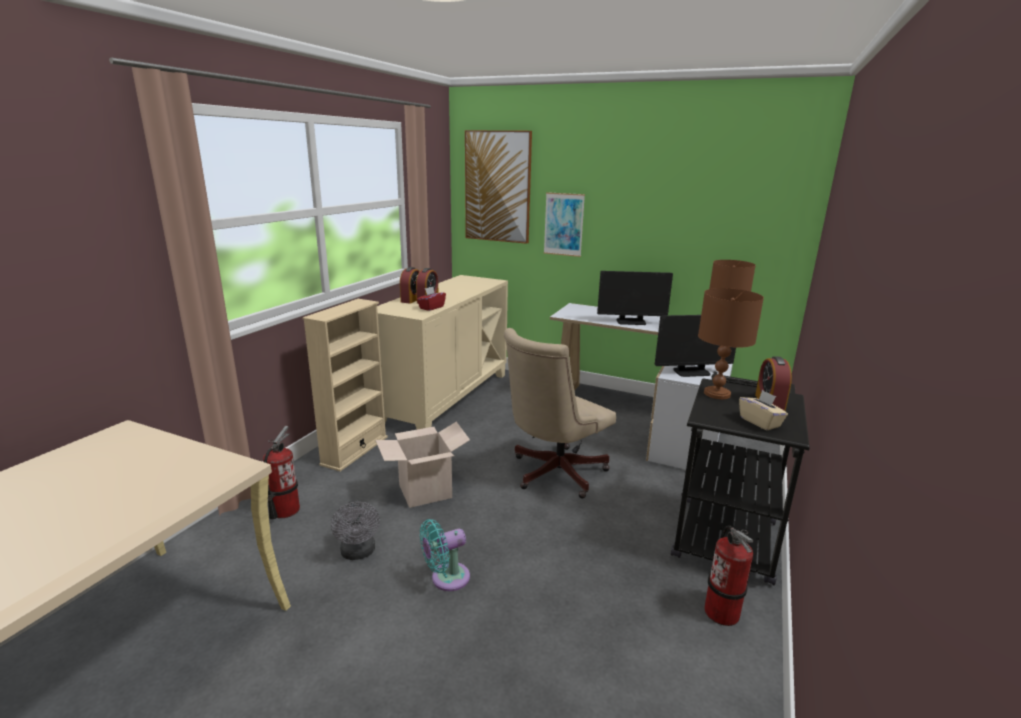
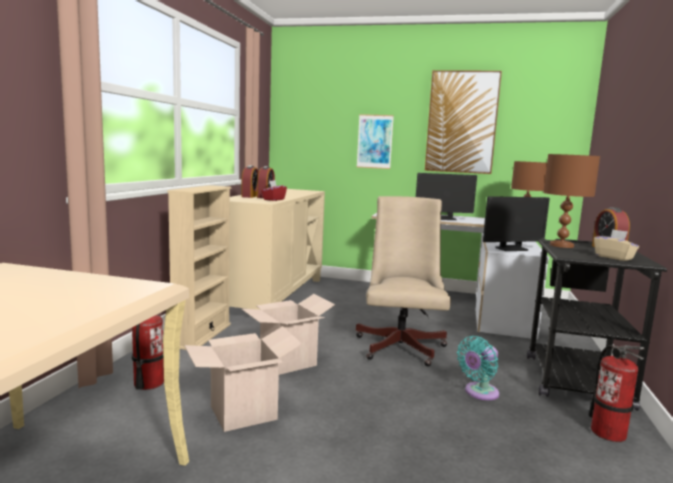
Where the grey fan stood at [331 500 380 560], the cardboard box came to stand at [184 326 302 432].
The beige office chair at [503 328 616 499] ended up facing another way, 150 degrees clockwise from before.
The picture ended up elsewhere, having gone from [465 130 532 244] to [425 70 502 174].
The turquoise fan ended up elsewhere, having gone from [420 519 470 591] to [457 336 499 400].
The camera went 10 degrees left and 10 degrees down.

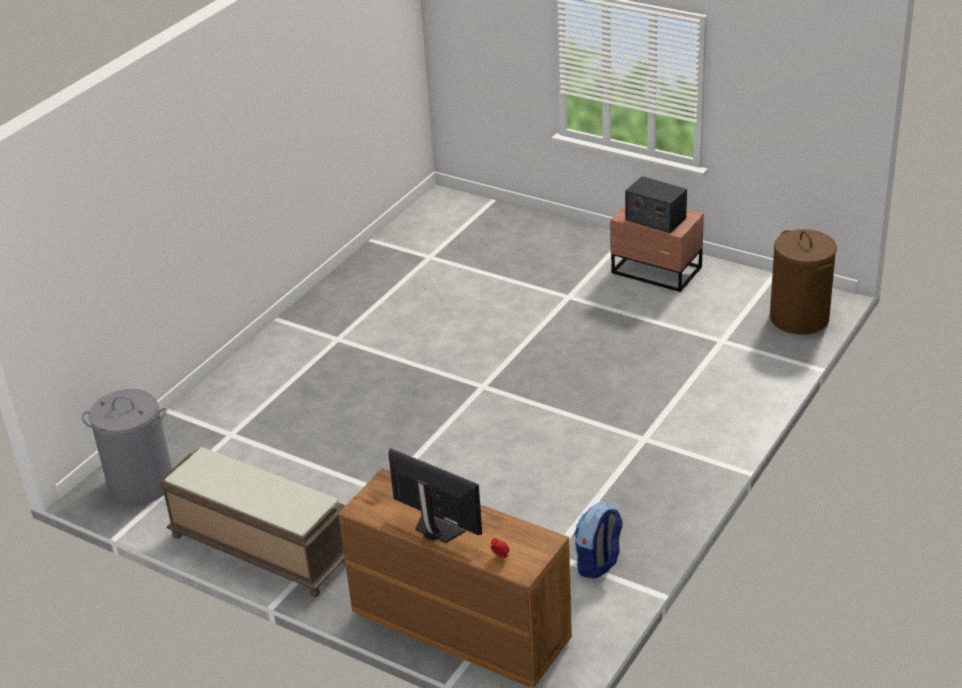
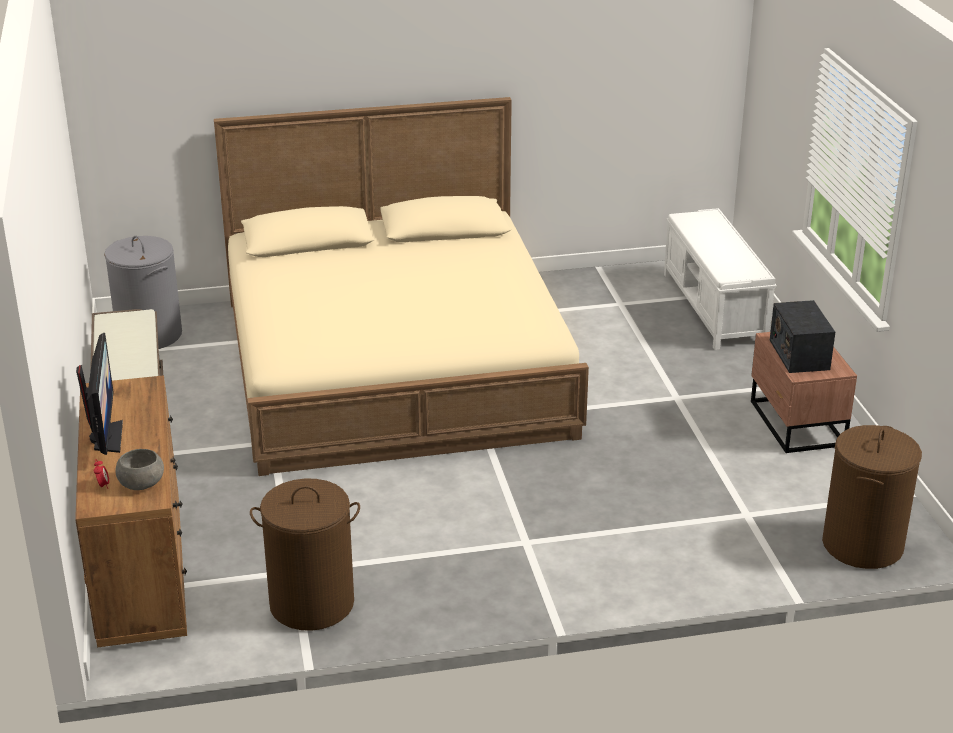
The second view gained the grey bowl at [115 449 164 490].
The second view gained the beige bed at [214 97 589 476].
Where the backpack stood at [574 501 623 578], the brown laundry basket came to stand at [250 478 360 631].
The second view gained the white bench at [664 208 777 350].
The camera went 45 degrees right and 5 degrees down.

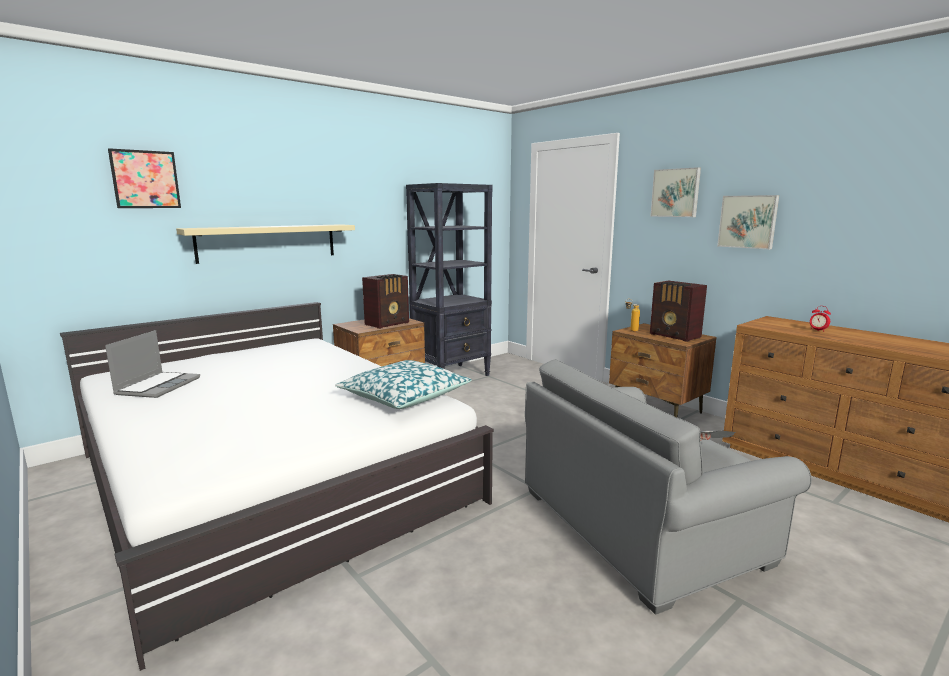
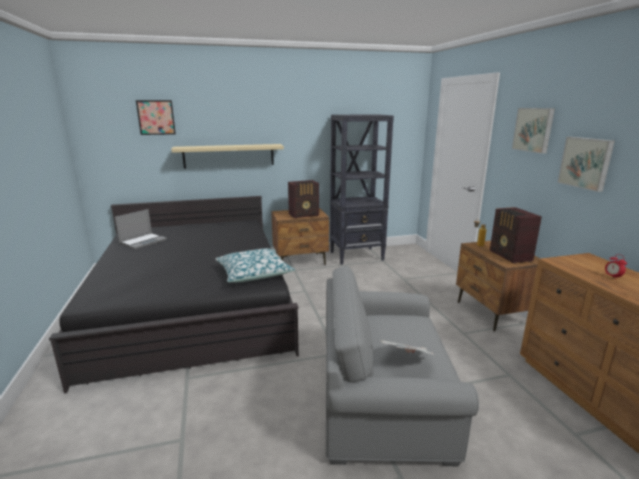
What was the white bed at [60 302 493 671] turned into the black bed at [49 196 299 394].
The camera went 25 degrees right and 5 degrees up.

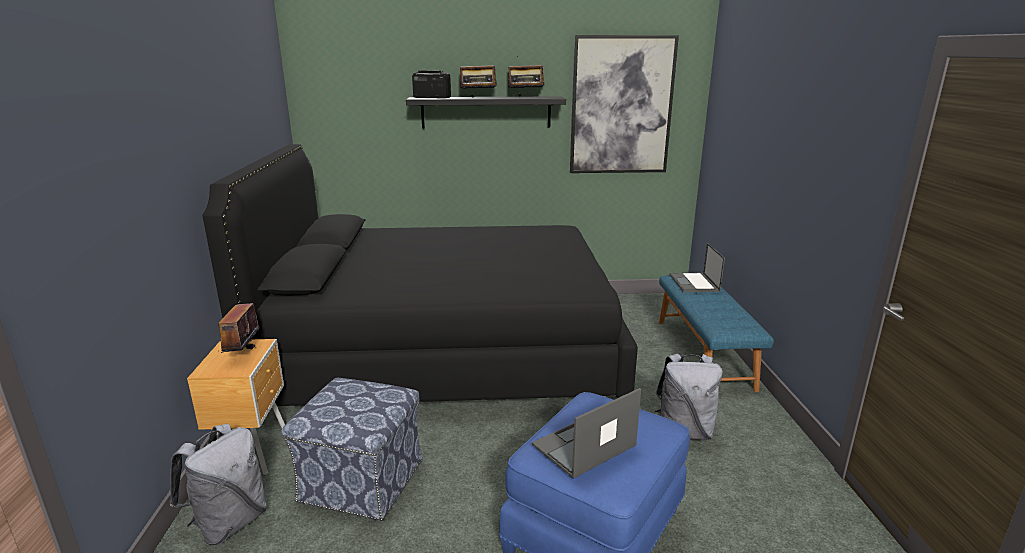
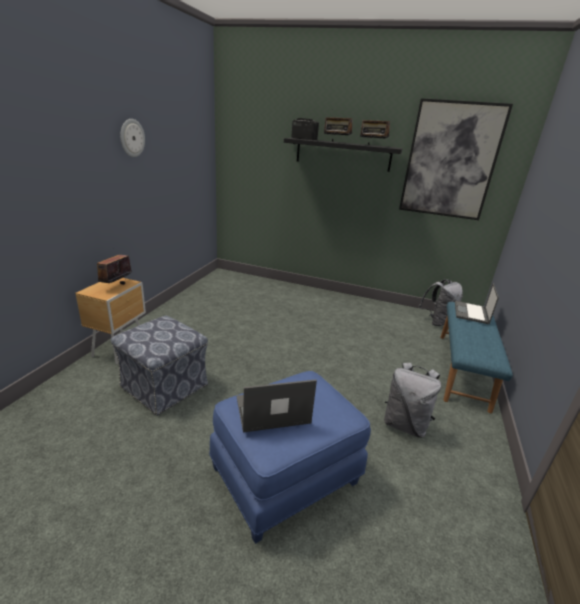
The second view gained the wall clock at [120 119 145 157].
The grey backpack ended up elsewhere, having gone from [170 423 267 546] to [419 279 463 326].
The second view lost the black bed at [203 144 638 406].
The camera went 20 degrees right and 5 degrees up.

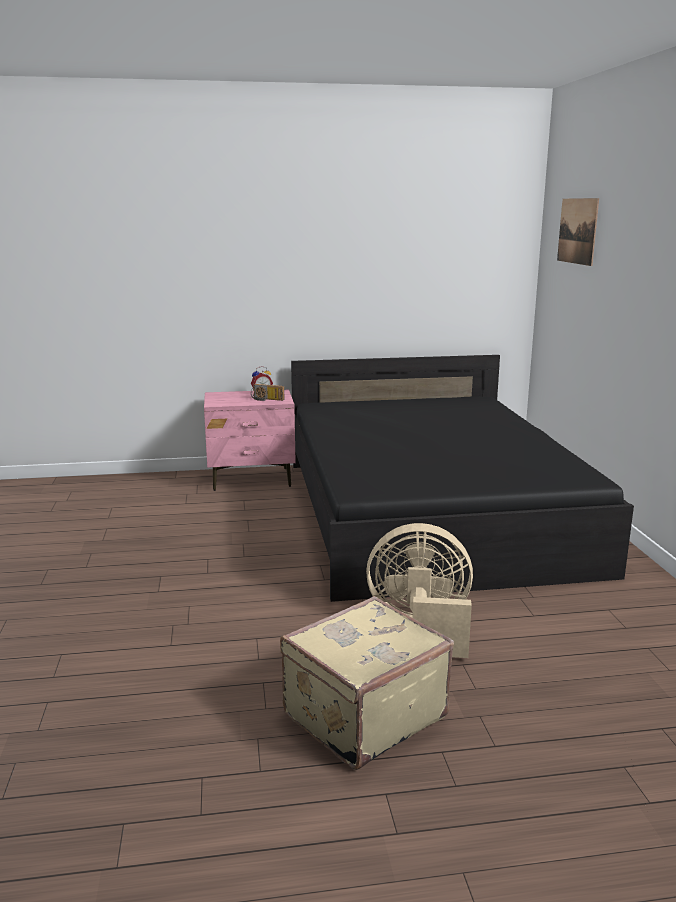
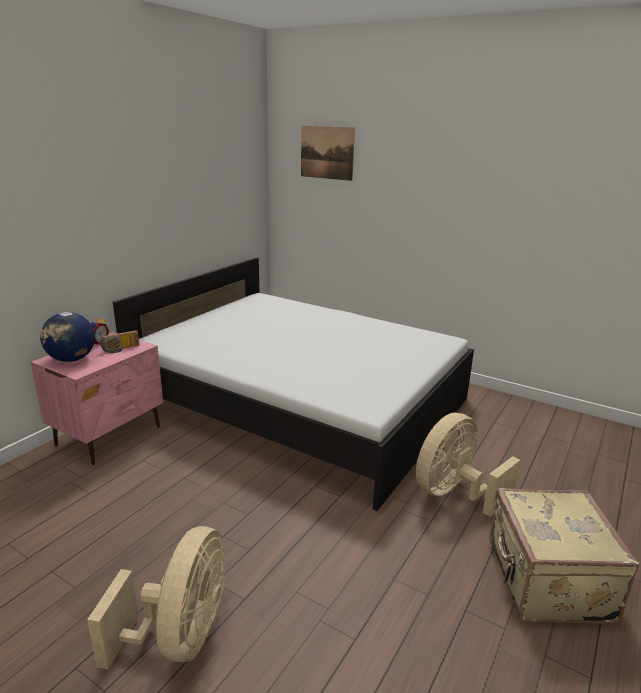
The second view gained the globe at [40 312 95 362].
The second view gained the beige fan at [87 526 225 670].
What was the black bed at [291 355 634 602] turned into the white bed at [113 257 474 511].
The camera went 50 degrees left and 5 degrees up.

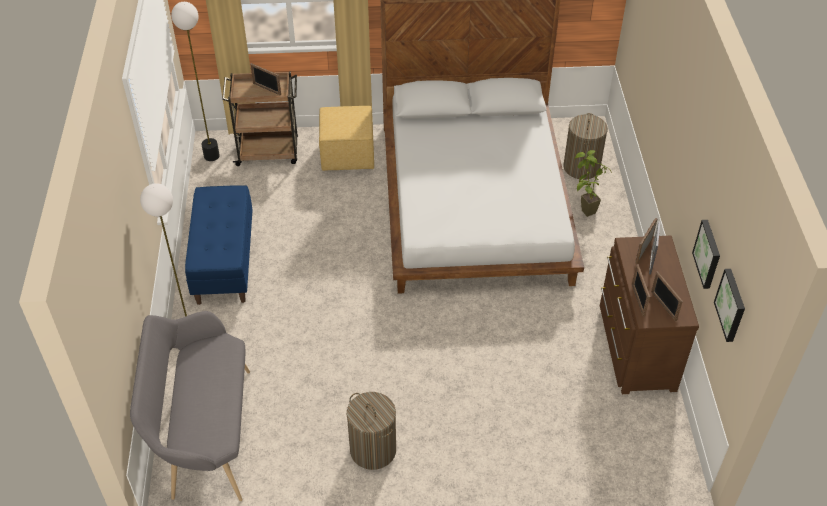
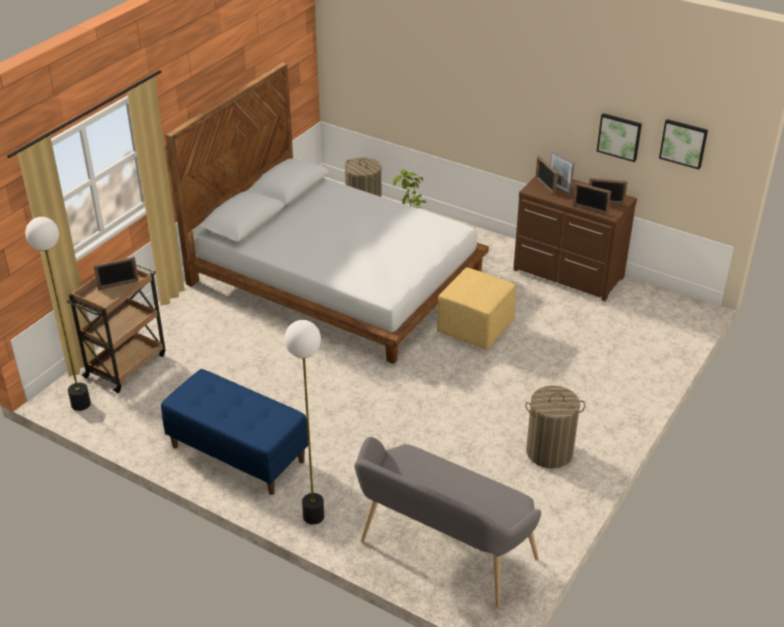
The yellow ottoman ended up elsewhere, having gone from [319 106 374 171] to [437 268 516 350].
The camera went 55 degrees left and 10 degrees down.

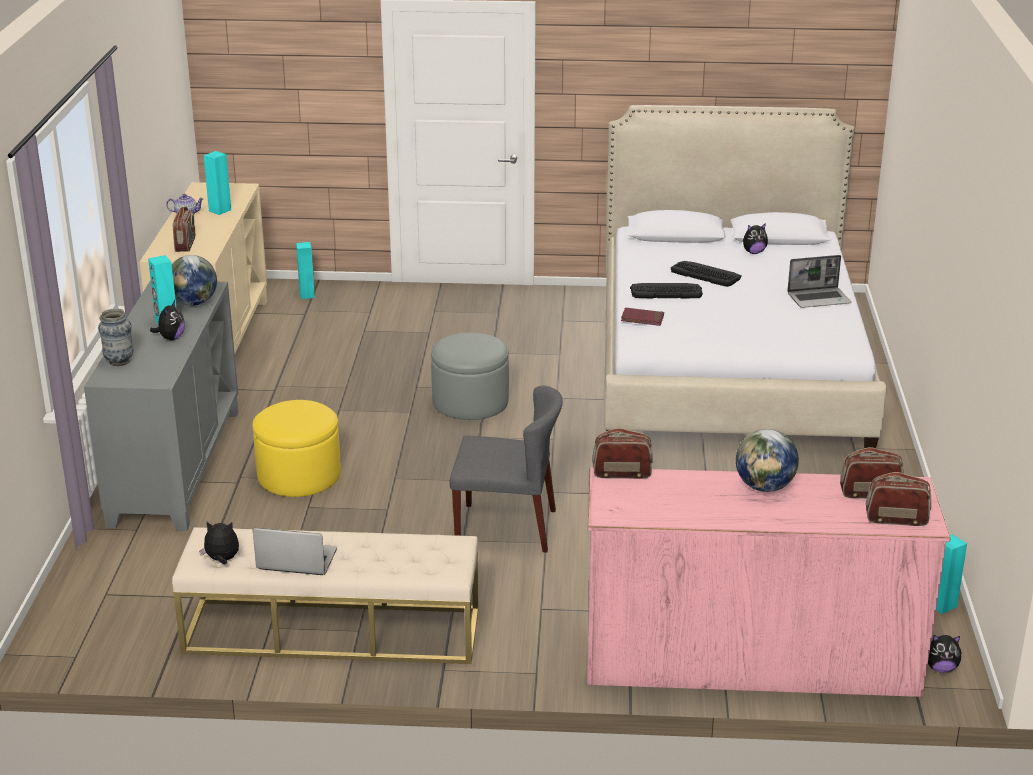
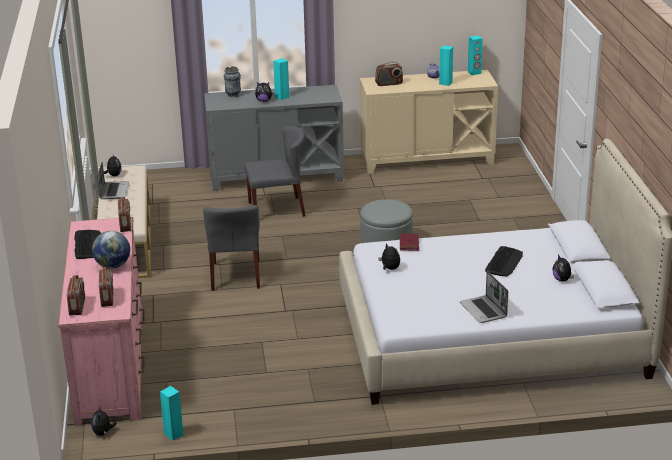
The keyboard ended up elsewhere, having gone from [630 283 703 299] to [74 230 101 259].
Where the yellow ottoman stood at [252 400 341 497], the grey chair came to stand at [244 126 305 217].
The second view gained the plush toy at [378 243 400 270].
The turquoise speaker ended up elsewhere, having gone from [296 242 315 299] to [468 35 483 75].
The second view lost the globe at [172 255 217 306].
The camera went 80 degrees right and 0 degrees up.

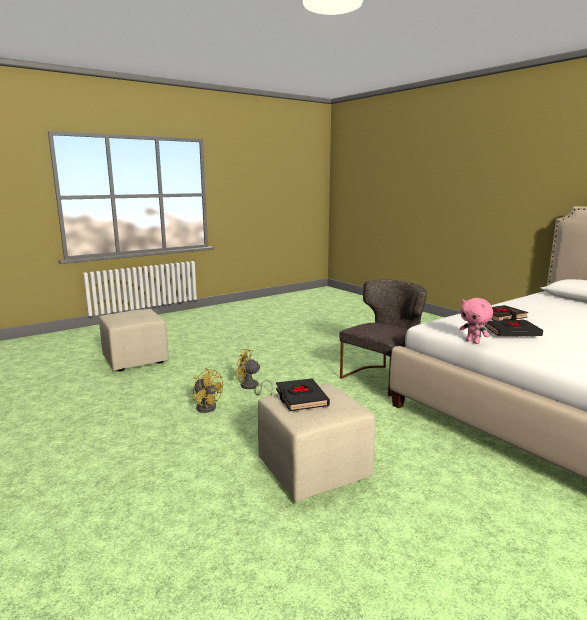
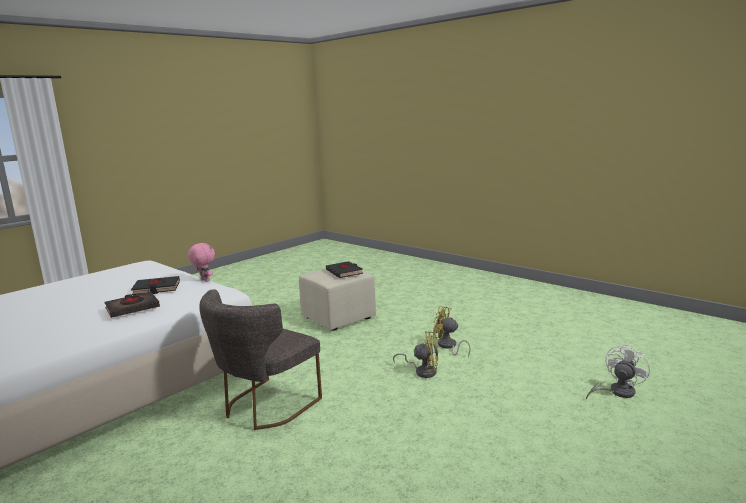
Where the beige ottoman stood at [99 309 169 371], the white fan came to stand at [586 344 650 400].
The camera went 170 degrees right and 0 degrees up.

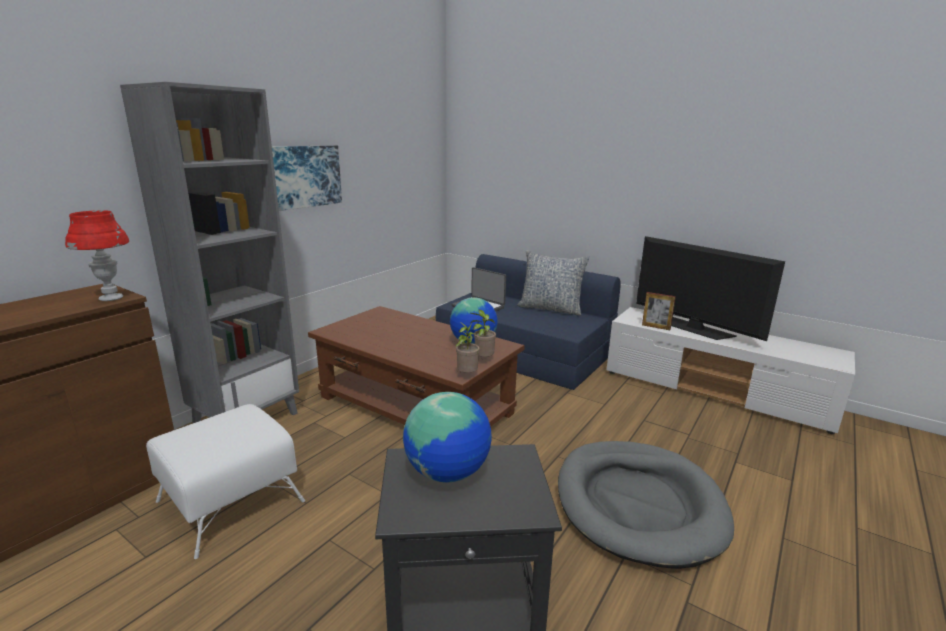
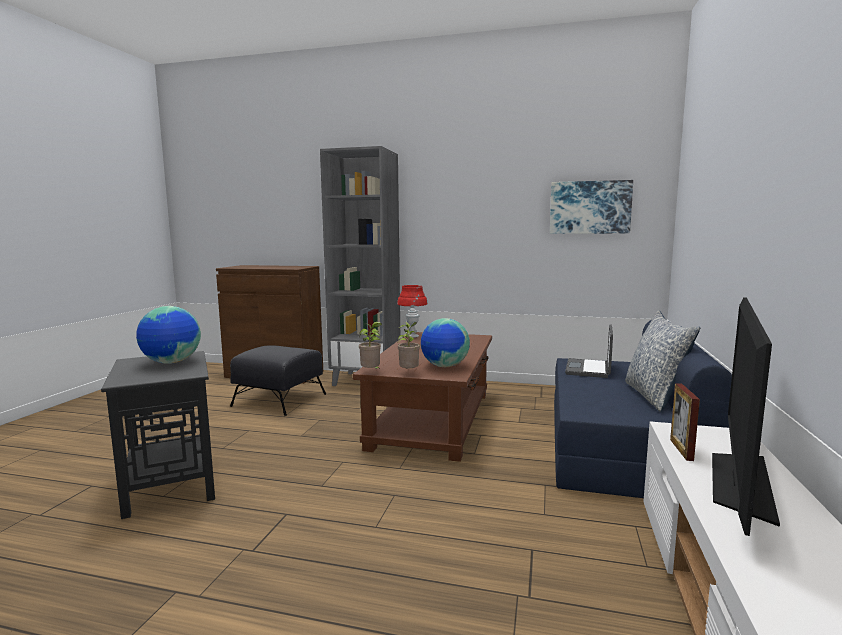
What was the white ottoman at [146 404 305 559] turned into the black ottoman at [230 345 326 416].
The red table lamp ended up elsewhere, having gone from [65 210 129 301] to [397 285 428 338].
The picture ended up elsewhere, having gone from [272 145 342 211] to [550 180 633 234].
The second view lost the grey dog bed at [558 441 734 569].
The camera went 70 degrees right and 10 degrees down.

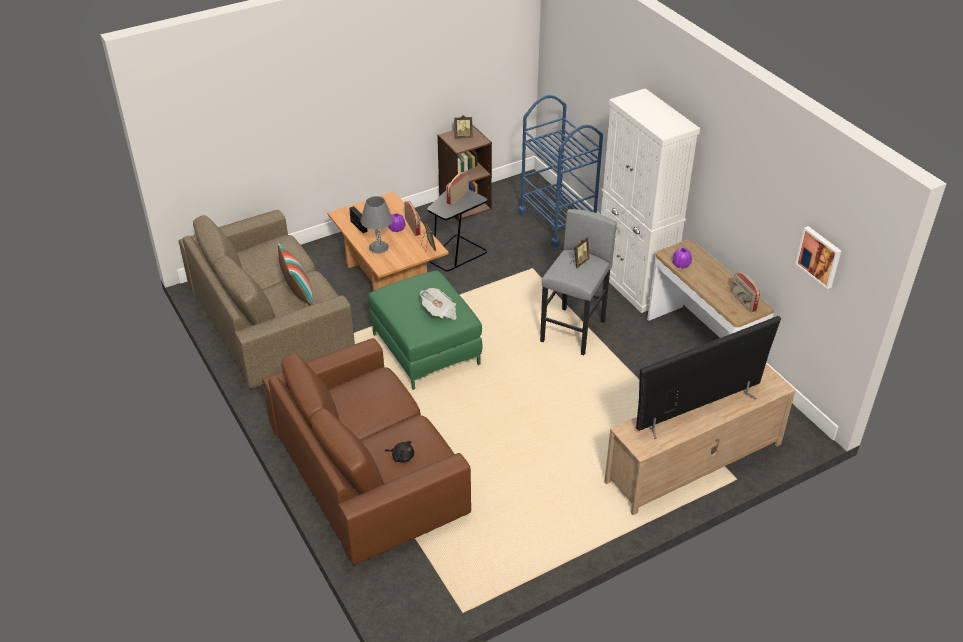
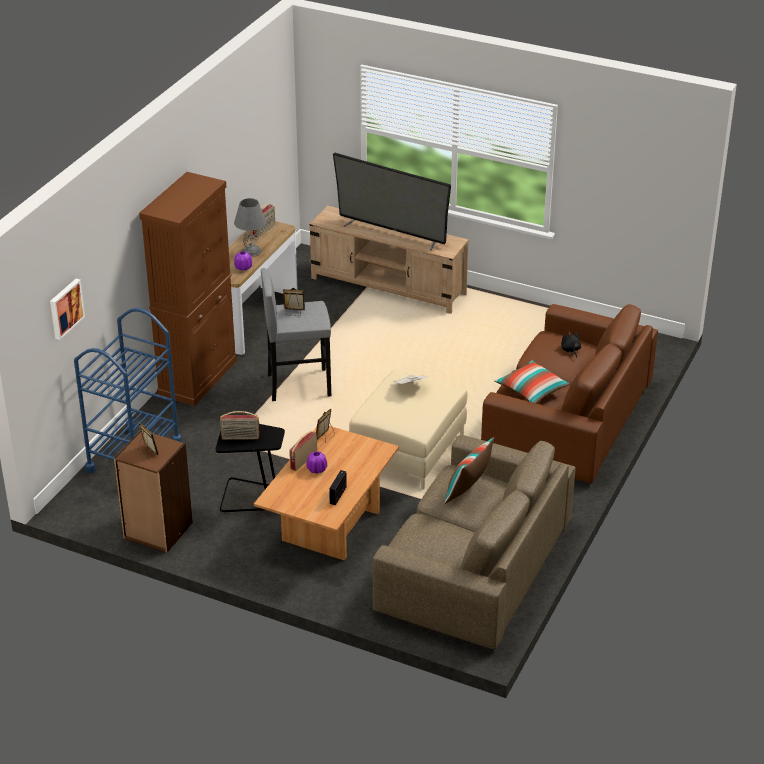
The picture ended up elsewhere, having gone from [795 226 841 289] to [50 279 85 340].
What was the white cabinet at [601 88 700 313] turned into the brown cabinet at [139 172 237 406].
The grey table lamp ended up elsewhere, having gone from [361 196 393 253] to [234 198 266 257].
What was the green ottoman at [368 271 483 390] turned into the beige ottoman at [349 370 468 490].
The second view gained the pillow at [494 360 570 403].
The camera went 125 degrees left and 5 degrees down.

